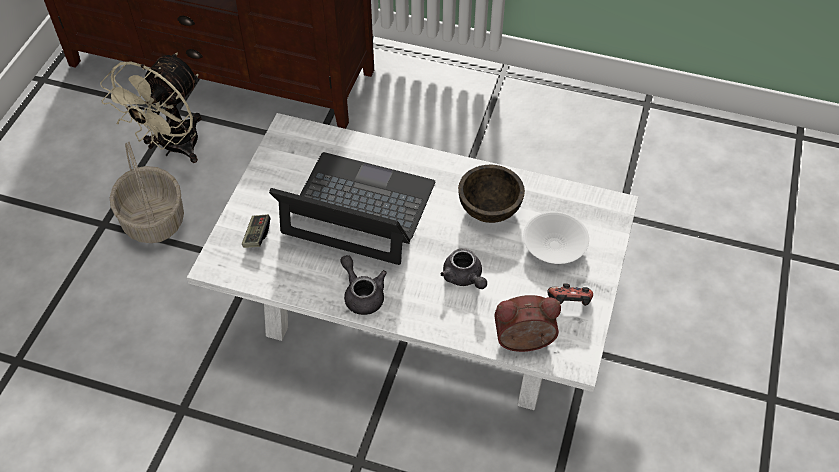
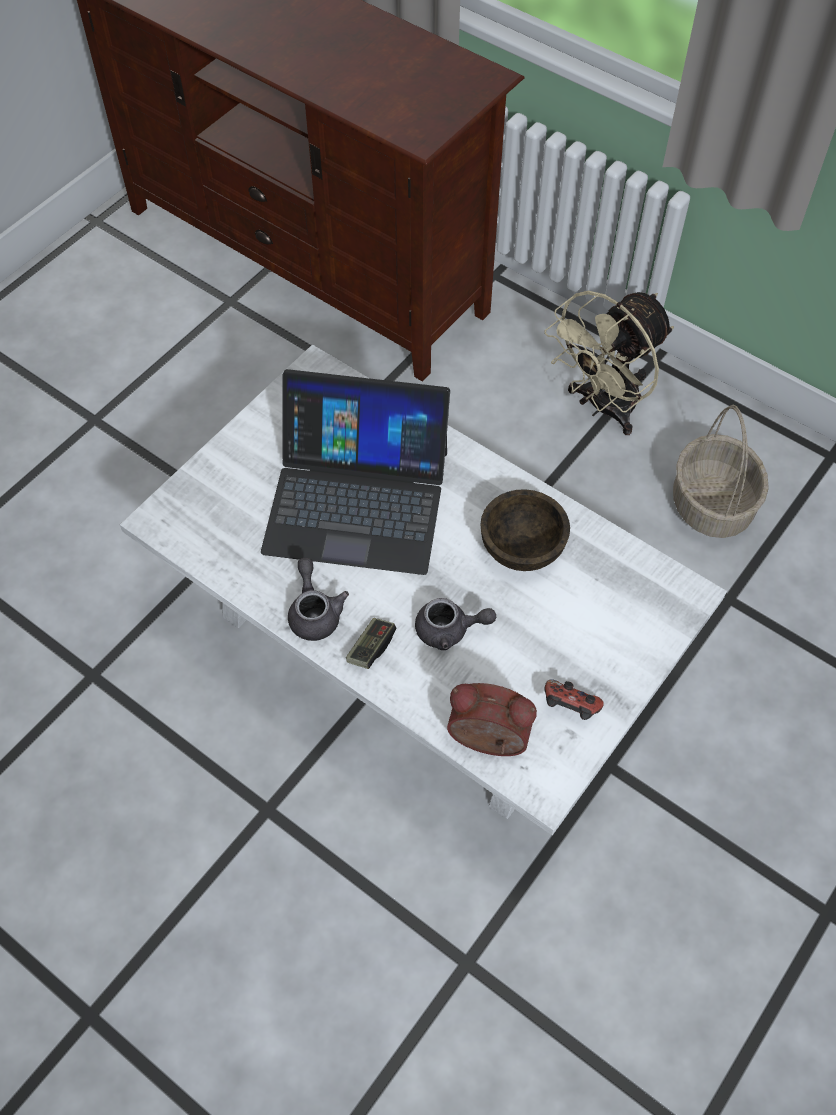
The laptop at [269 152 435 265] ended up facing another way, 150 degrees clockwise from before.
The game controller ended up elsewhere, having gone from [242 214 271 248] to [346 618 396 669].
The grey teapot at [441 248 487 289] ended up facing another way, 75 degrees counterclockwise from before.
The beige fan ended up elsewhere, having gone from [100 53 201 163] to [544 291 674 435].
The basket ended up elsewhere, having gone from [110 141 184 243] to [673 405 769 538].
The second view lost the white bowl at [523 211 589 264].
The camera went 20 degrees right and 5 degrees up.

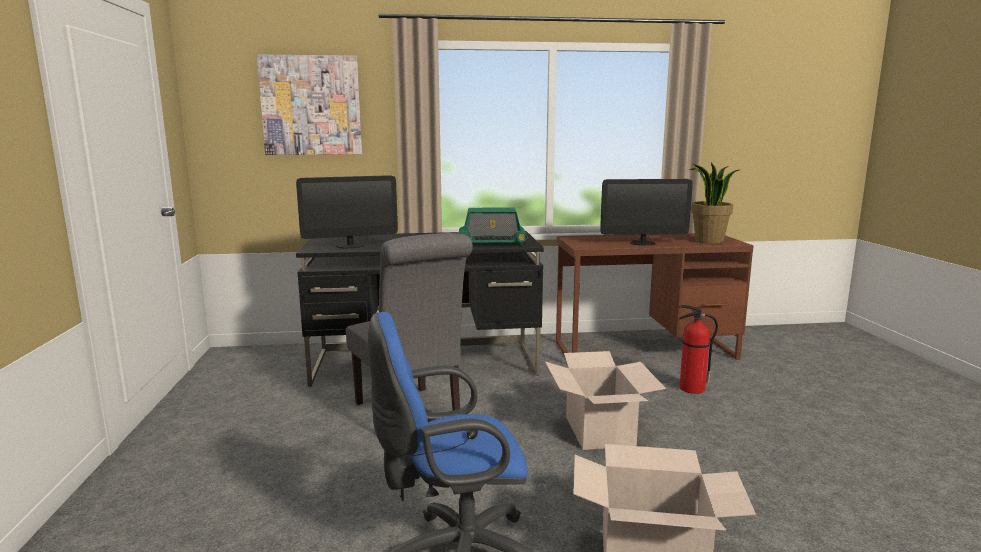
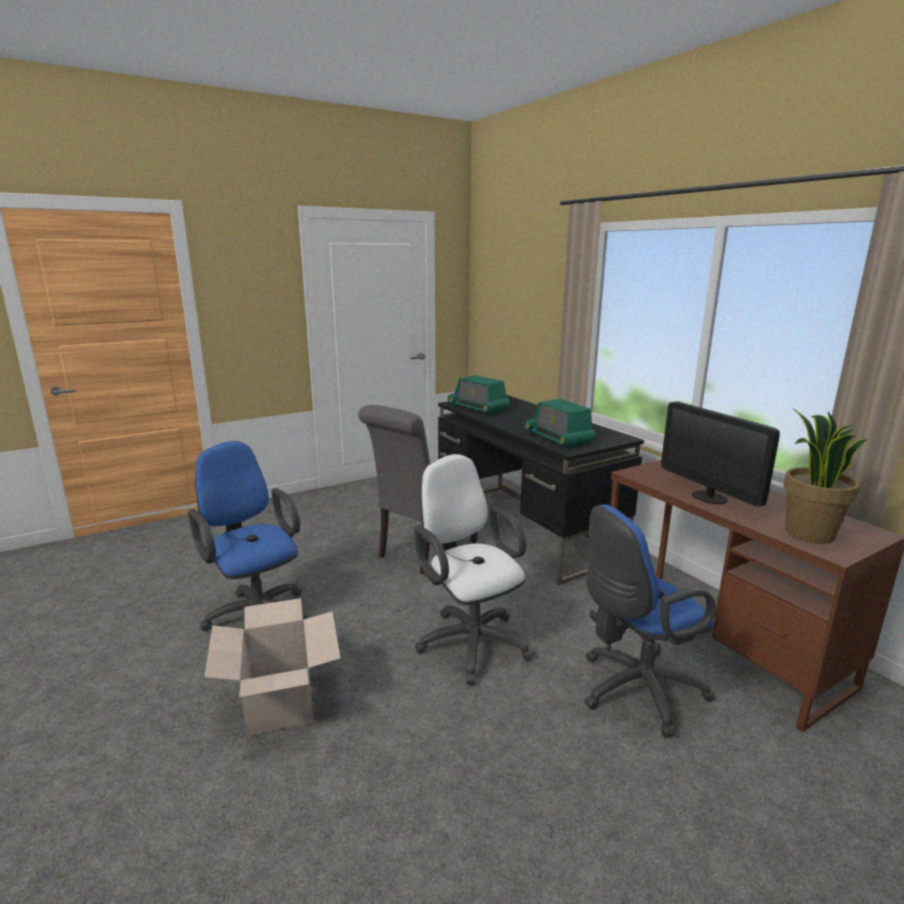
Where the cardboard box stood at [545 351 666 450], the white office chair came to stand at [414 454 534 685].
Where the monitor stood at [296 175 398 249], the radio came to stand at [448 375 510 414].
Where the fire extinguisher stood at [678 305 718 394], the blue office chair came to stand at [584 504 716 738].
The second view lost the picture at [257 54 362 155].
The camera went 65 degrees right and 5 degrees up.

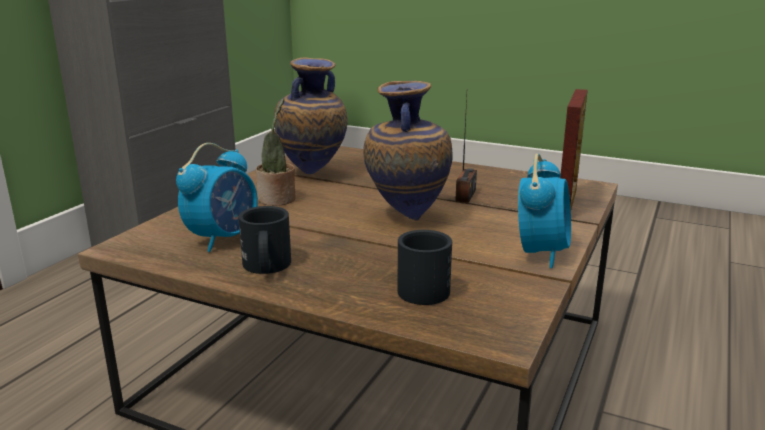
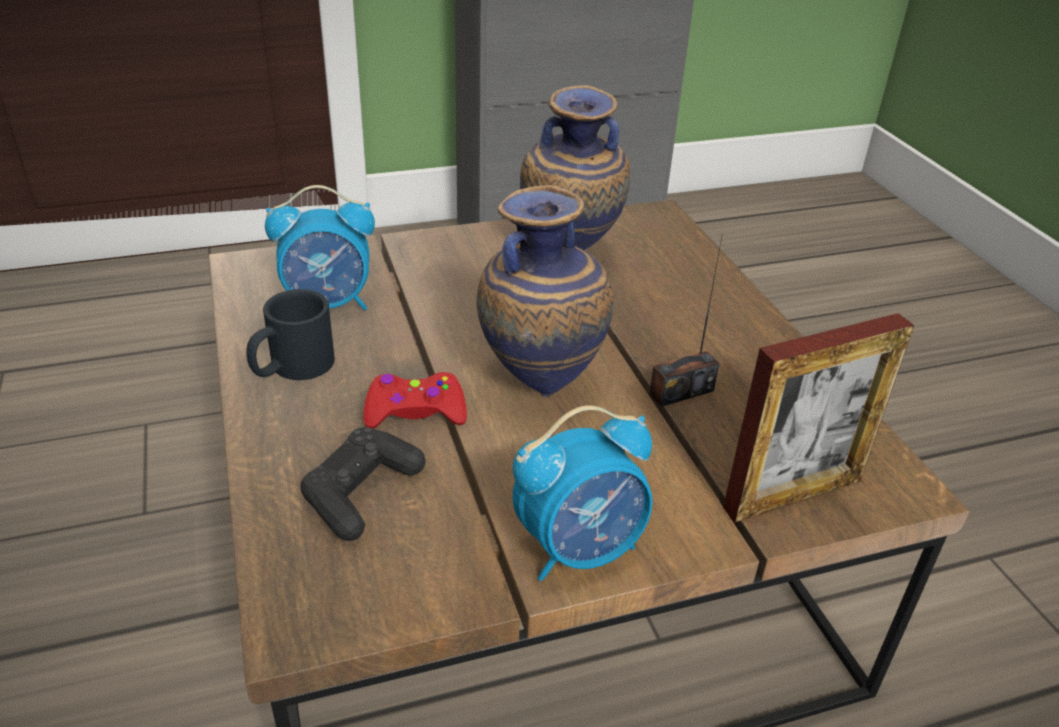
Where the black mug stood at [397 230 452 305], the black game controller came to stand at [300 427 425 541].
The second view gained the red game controller at [363 372 467 429].
The second view lost the potted plant at [256 99 296 206].
The camera went 45 degrees right and 15 degrees up.

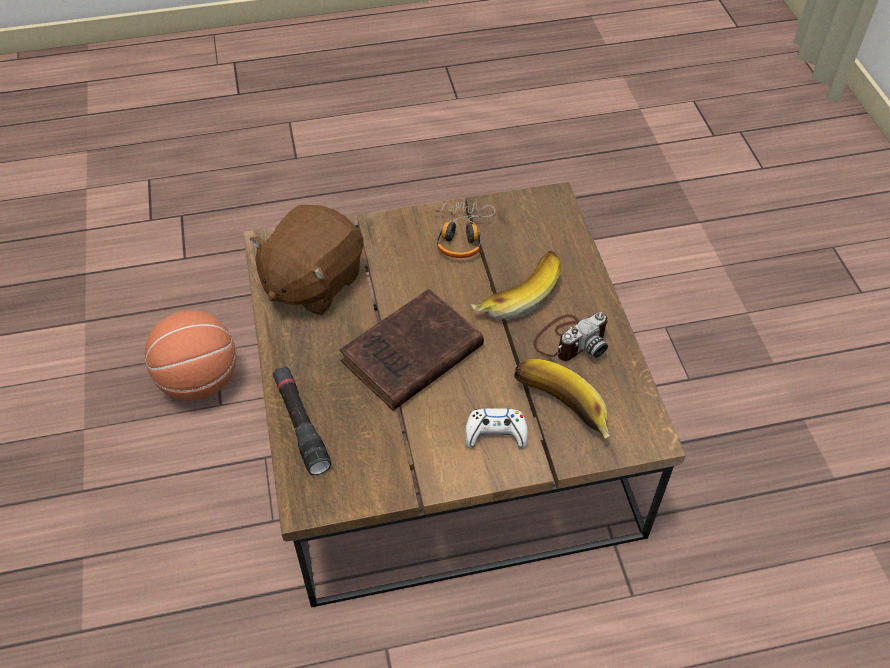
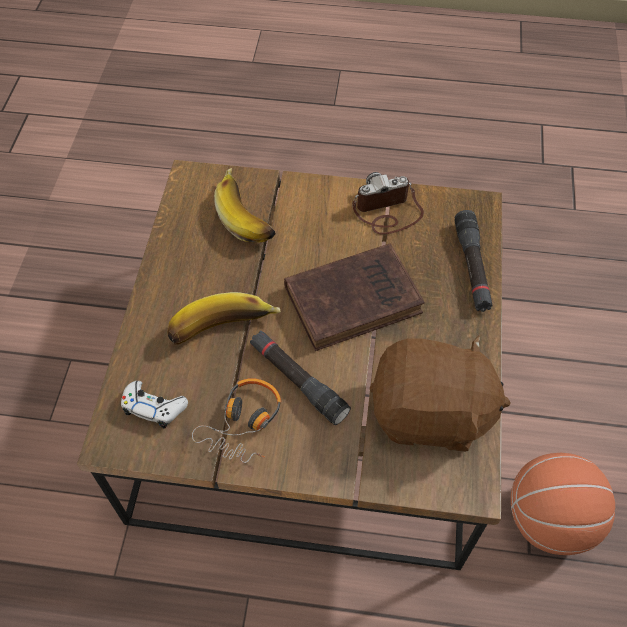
The white game controller ended up elsewhere, having gone from [465 408 528 449] to [121 381 188 429].
The second view gained the black flashlight at [250 331 351 425].
The photo camera ended up elsewhere, having gone from [533 312 608 361] to [352 172 424 235].
The brown plush toy at [250 205 363 315] ended up facing another way, 45 degrees clockwise from before.
The camera went 160 degrees left and 5 degrees up.

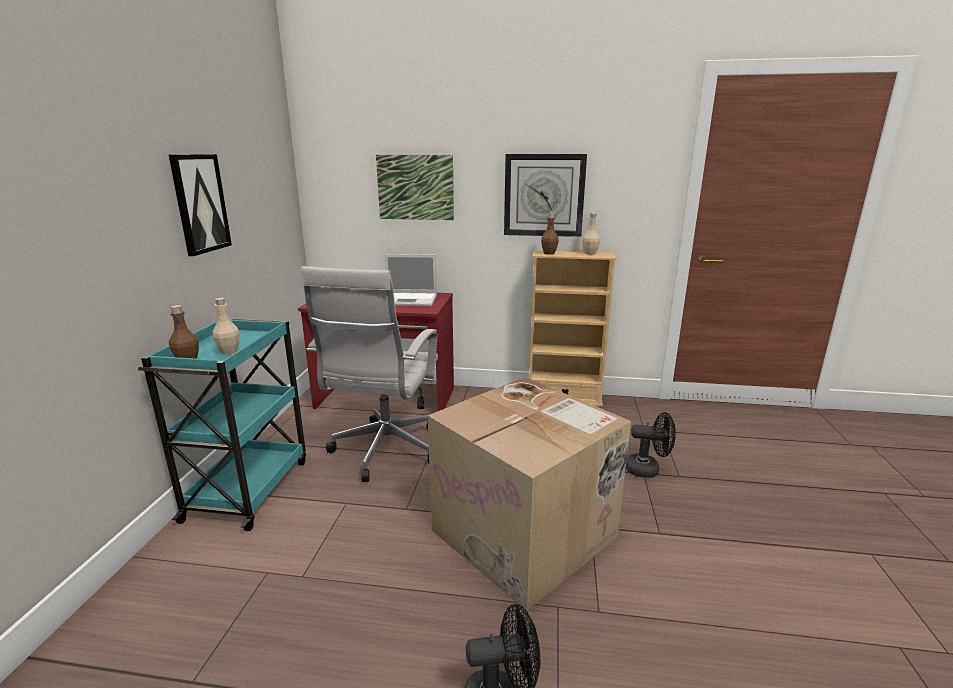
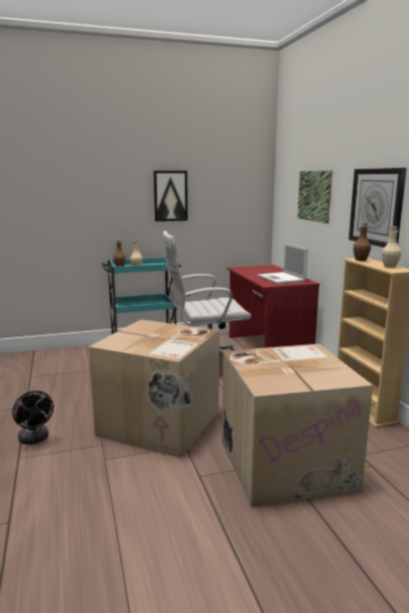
Where the black fan stood at [626 412 676 478], the cardboard box came to stand at [222 344 373 507].
The camera went 65 degrees right and 5 degrees down.

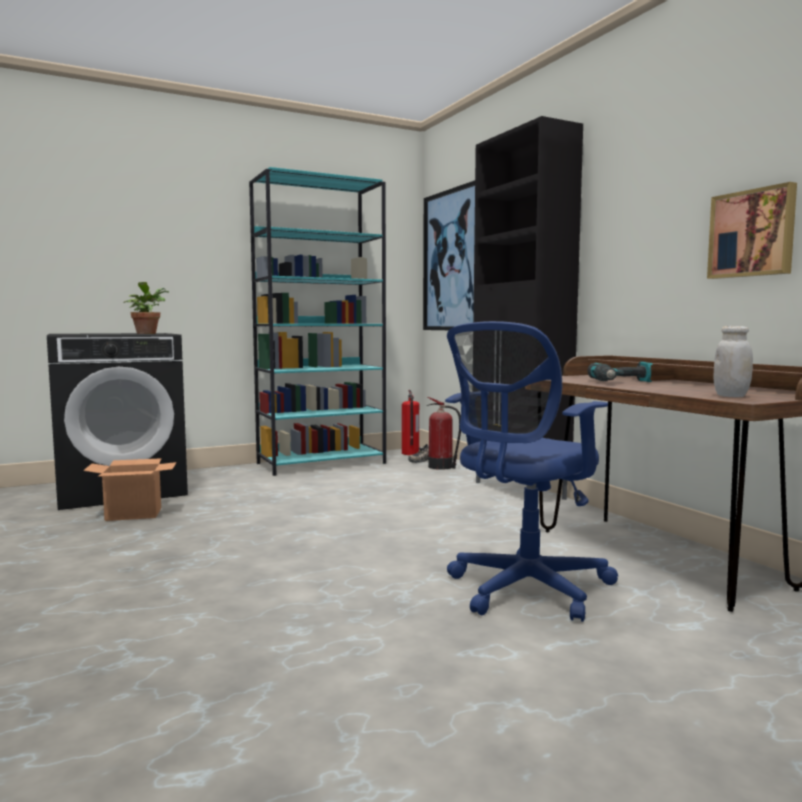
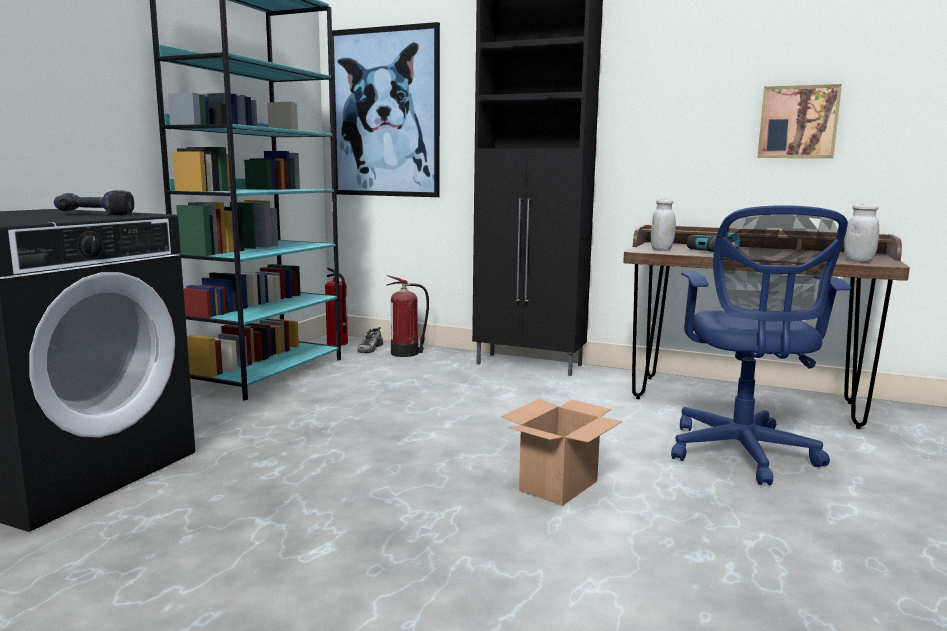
Where the potted plant stood at [123 282 169 334], the power drill came to stand at [54 190 134 215].
The cardboard box ended up elsewhere, having gone from [83 458 177 521] to [501 399 623 506].
The second view gained the white jar at [651 199 676 251].
The camera went 40 degrees left and 5 degrees up.

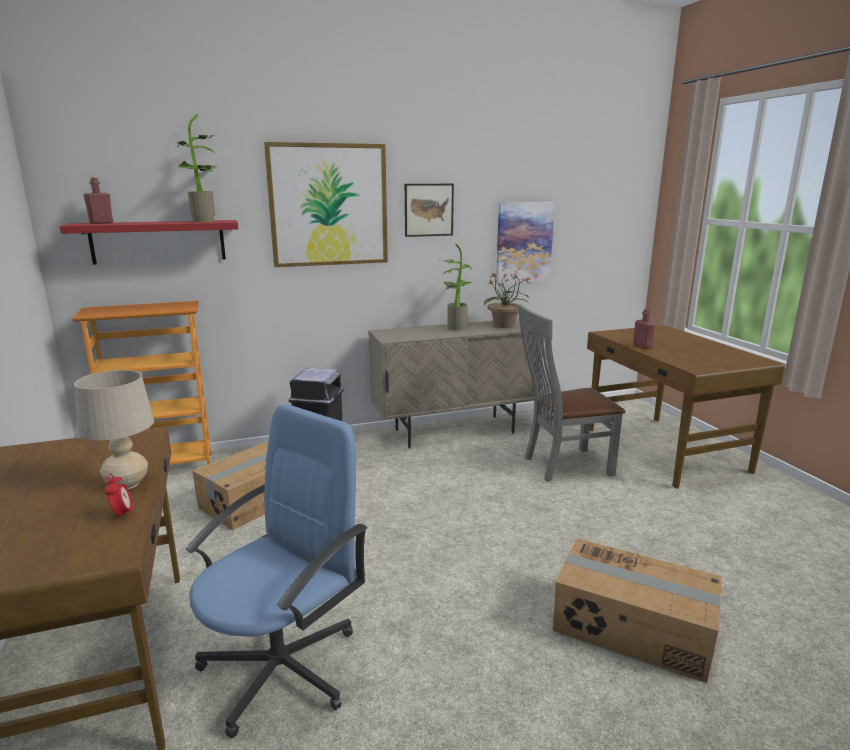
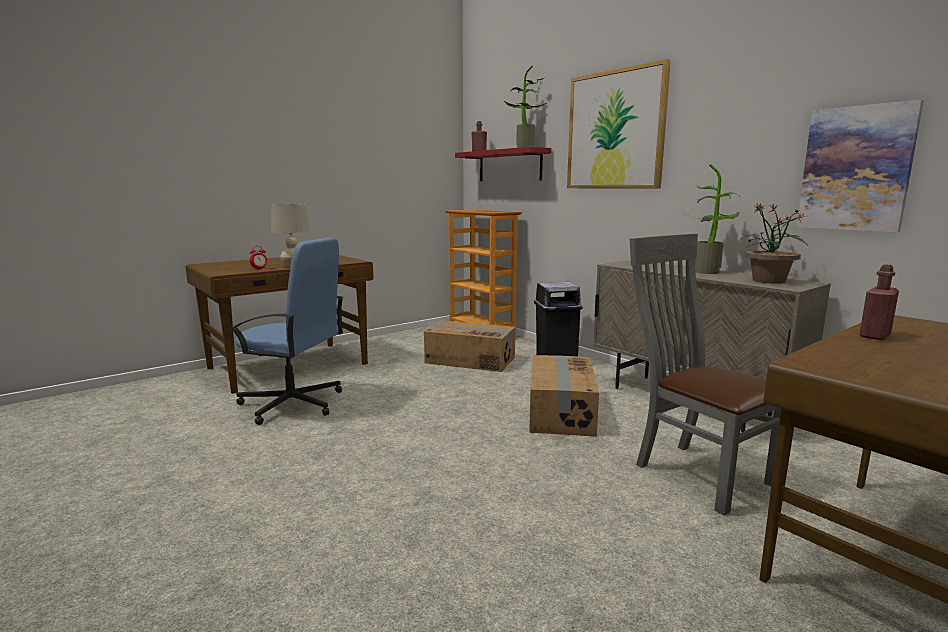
The cardboard box ended up elsewhere, having gone from [553 538 722 683] to [529 355 599 437].
The second view lost the picture at [405 184 454 237].
The camera went 70 degrees right and 5 degrees down.

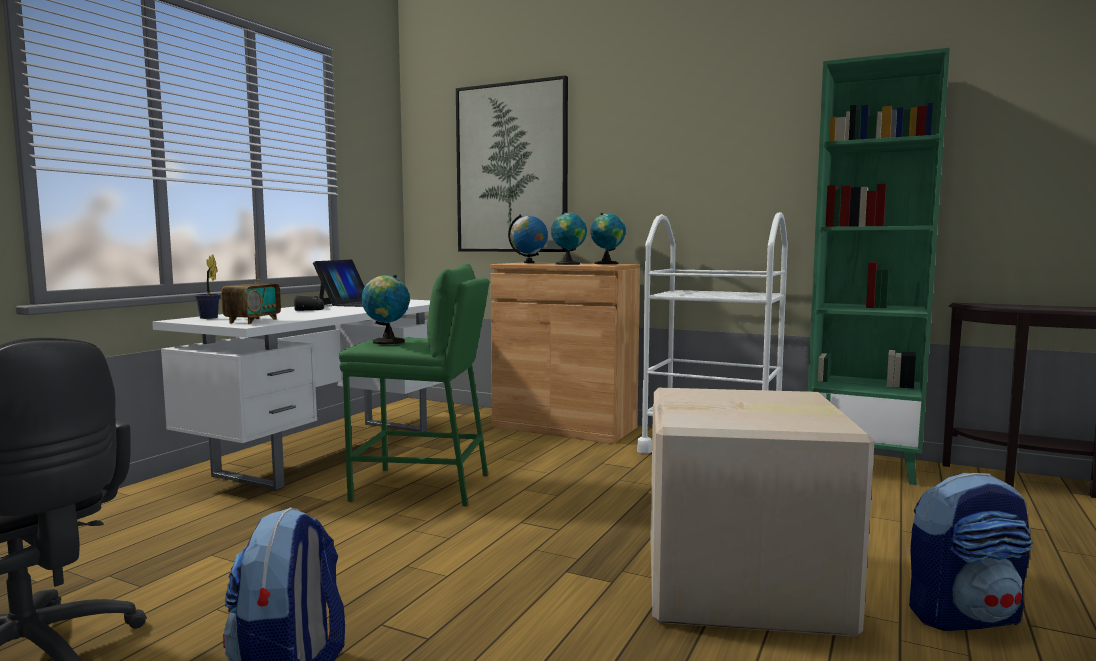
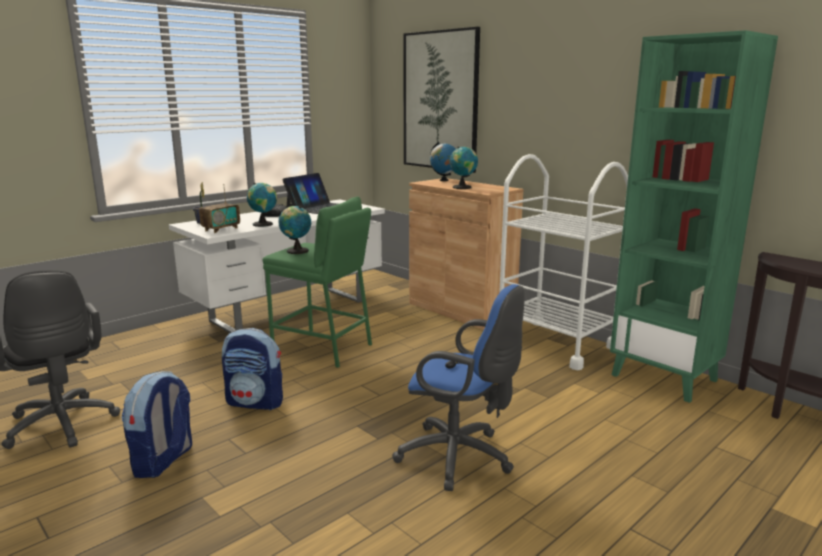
The backpack ended up elsewhere, having gone from [909 473 1032 631] to [222 328 283 410].
The globe ended up elsewhere, having gone from [590 213 626 264] to [247 183 277 227].
Where the cardboard box stood at [650 388 875 637], the blue office chair came to stand at [392 284 525 491].
The camera went 20 degrees right and 10 degrees up.

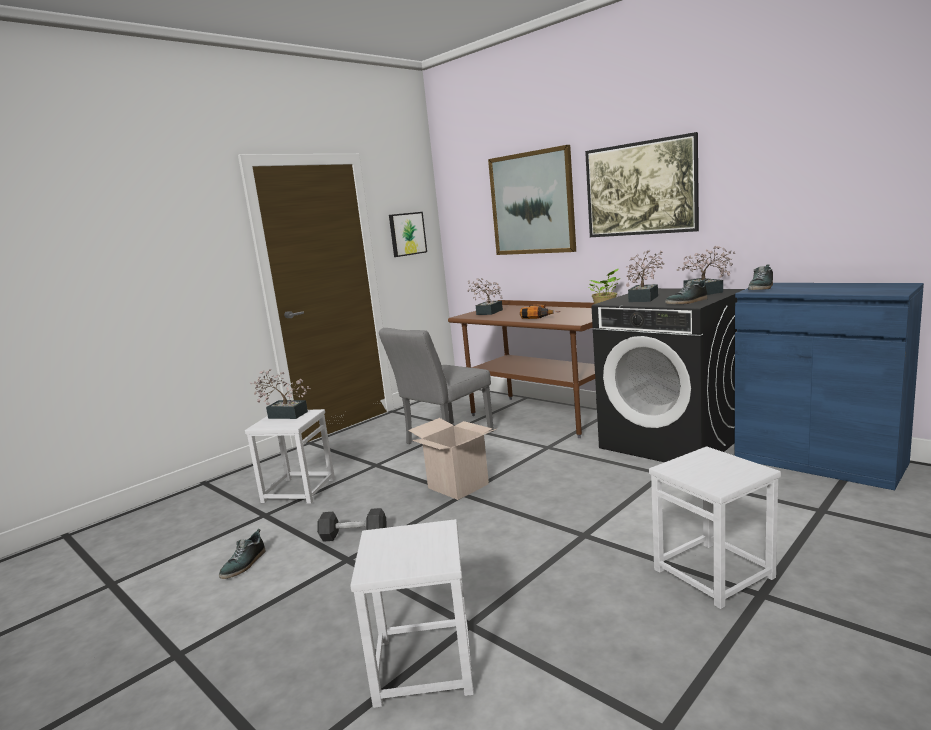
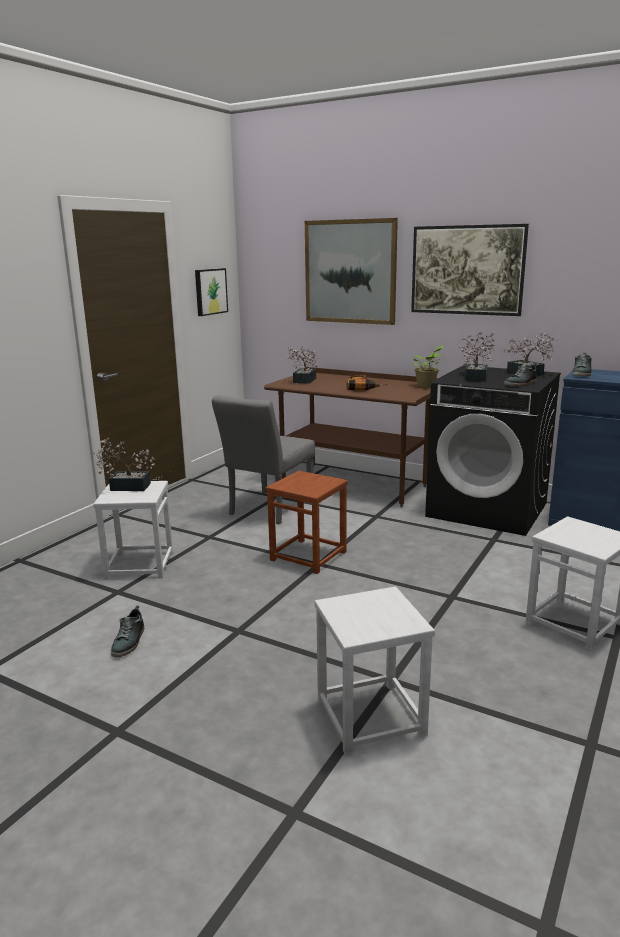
Where the cardboard box stood at [408 418 496 500], the brown stool came to stand at [266 471 348 574].
The second view lost the black dumbbell at [317 508 387 542].
The camera went 15 degrees left and 5 degrees up.

